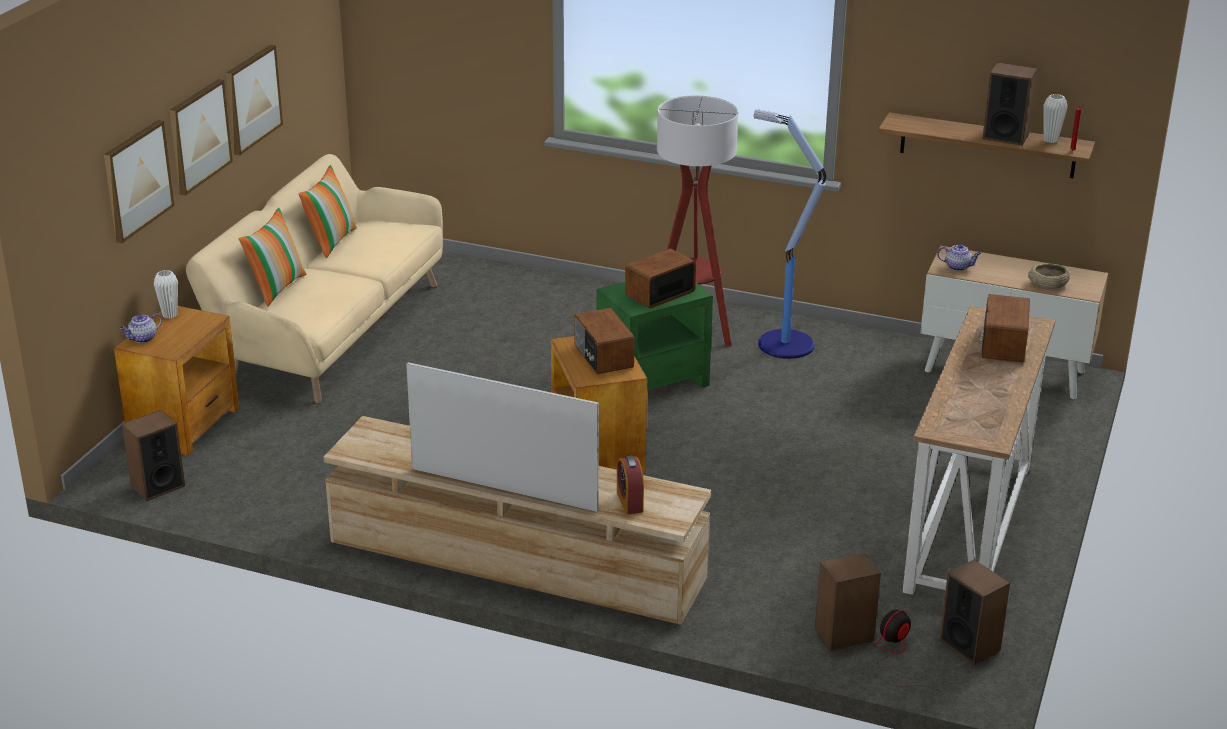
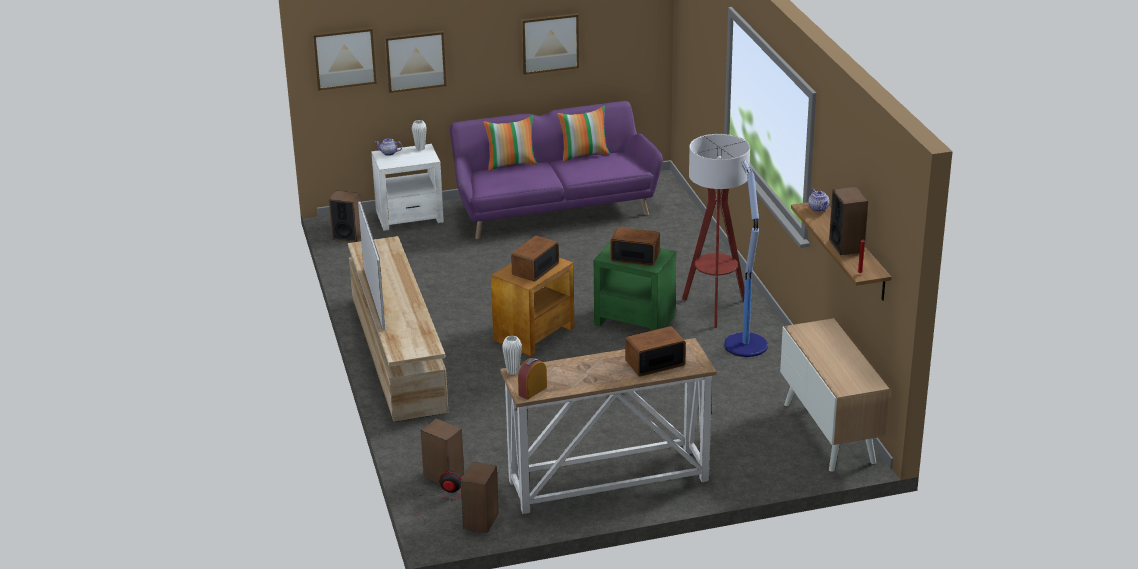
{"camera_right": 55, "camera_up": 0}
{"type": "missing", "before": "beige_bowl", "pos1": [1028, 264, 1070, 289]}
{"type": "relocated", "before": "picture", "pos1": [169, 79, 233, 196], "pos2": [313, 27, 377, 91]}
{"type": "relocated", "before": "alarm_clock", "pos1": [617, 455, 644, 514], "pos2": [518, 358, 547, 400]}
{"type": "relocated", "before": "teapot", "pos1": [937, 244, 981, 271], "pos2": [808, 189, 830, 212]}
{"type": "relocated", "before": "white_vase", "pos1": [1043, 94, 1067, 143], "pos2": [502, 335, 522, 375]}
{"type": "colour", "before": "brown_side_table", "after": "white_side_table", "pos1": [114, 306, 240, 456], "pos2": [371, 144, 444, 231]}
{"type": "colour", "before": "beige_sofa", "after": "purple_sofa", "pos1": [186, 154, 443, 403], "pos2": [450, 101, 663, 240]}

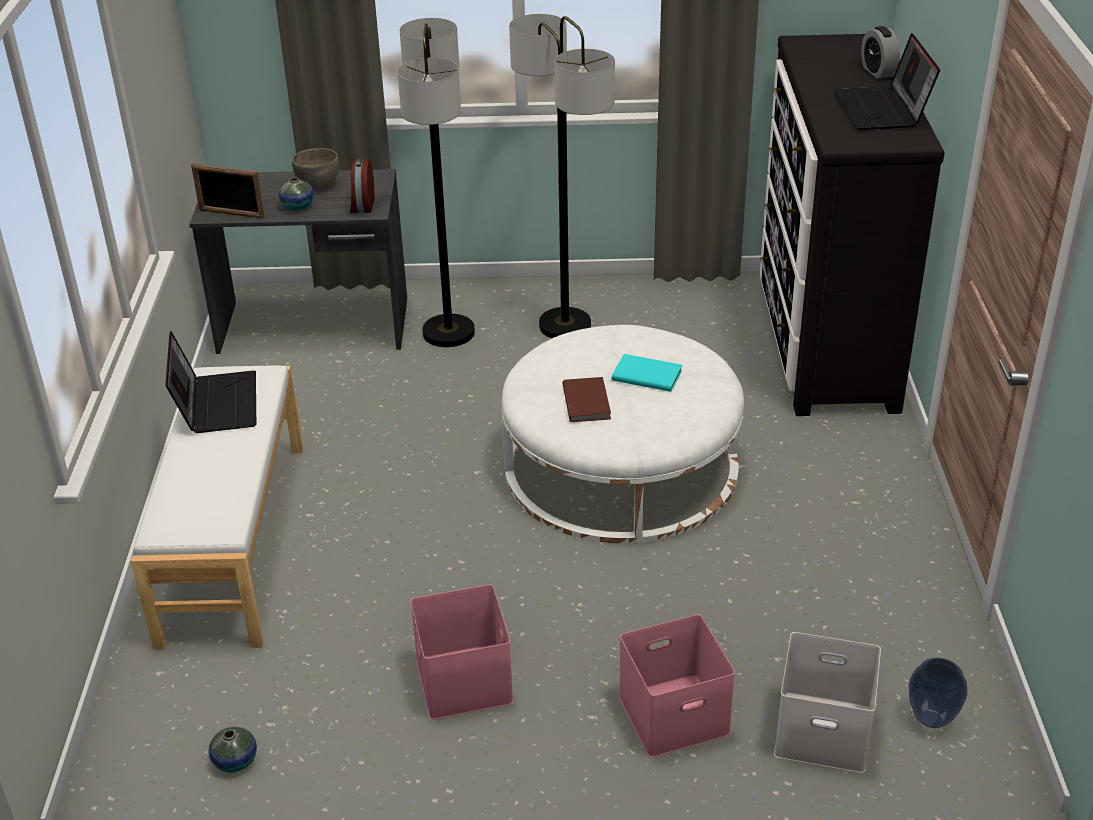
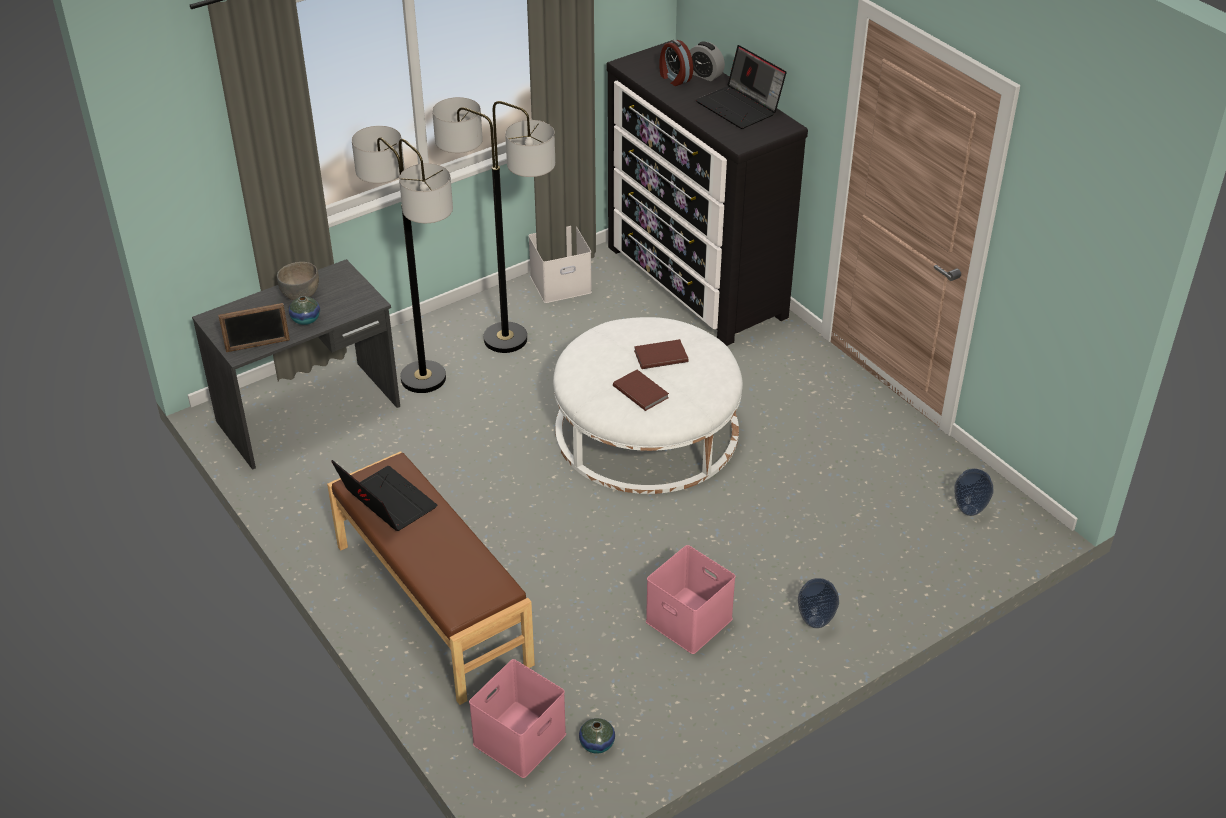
{"camera_right": -35, "camera_up": 5}
{"type": "appeared", "after": "vase", "pos2": [798, 578, 839, 628]}
{"type": "relocated", "before": "alarm_clock", "pos1": [350, 158, 374, 213], "pos2": [659, 40, 693, 86]}
{"type": "relocated", "before": "pink_storage_box", "pos1": [619, 614, 735, 758], "pos2": [469, 659, 566, 778]}
{"type": "relocated", "before": "white_storage_box", "pos1": [774, 632, 881, 773], "pos2": [528, 226, 592, 303]}
{"type": "colour", "before": "white_bench", "after": "brown_bench", "pos1": [131, 366, 303, 650], "pos2": [327, 451, 535, 705]}
{"type": "colour", "before": "turquoise_book", "after": "brown_book", "pos1": [612, 354, 682, 392], "pos2": [634, 339, 688, 369]}

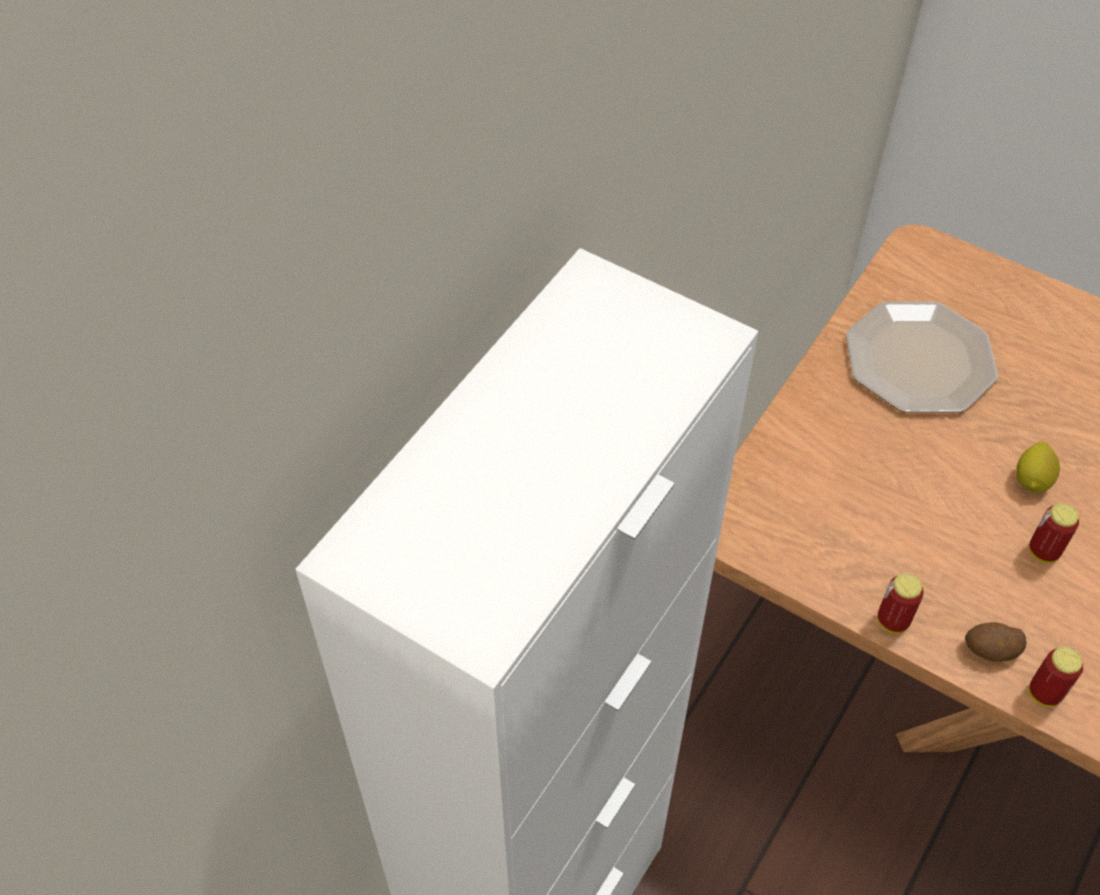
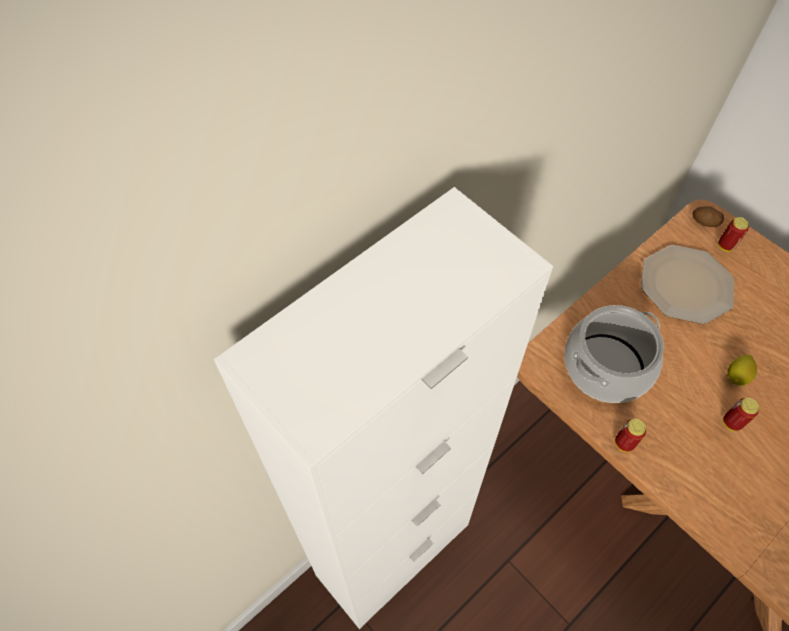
{"camera_right": 15, "camera_up": 5}
{"type": "appeared", "after": "cooking_pot", "pos2": [564, 305, 664, 403]}
{"type": "relocated", "before": "potato", "pos1": [965, 622, 1027, 662], "pos2": [692, 206, 724, 227]}
{"type": "relocated", "before": "can", "pos1": [1029, 646, 1083, 707], "pos2": [718, 217, 749, 252]}

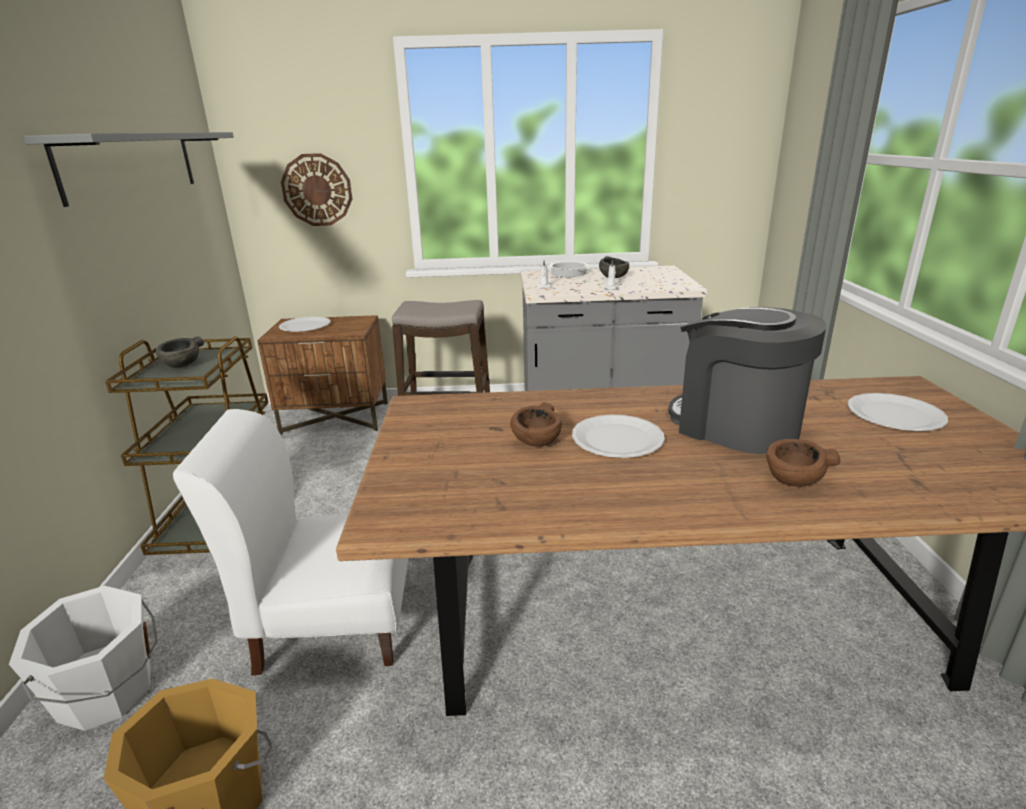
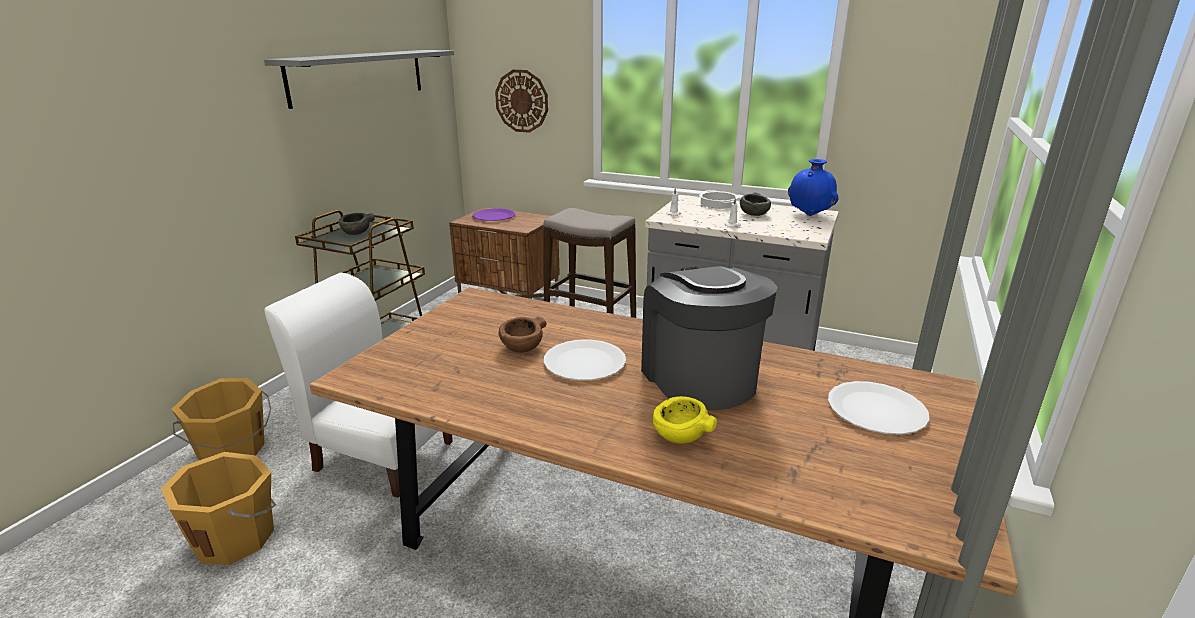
{"camera_right": 25, "camera_up": 0}
{"type": "appeared", "after": "blue_vase", "pos2": [788, 159, 838, 216]}
{"type": "colour", "before": "white_bucket", "after": "orange_bucket", "pos1": [9, 586, 157, 731], "pos2": [172, 378, 271, 460]}
{"type": "colour", "before": "white_plate", "after": "purple_plate", "pos1": [279, 316, 331, 332], "pos2": [472, 208, 515, 221]}
{"type": "colour", "before": "brown_bowl", "after": "yellow_bowl", "pos1": [766, 439, 841, 487], "pos2": [653, 396, 717, 443]}

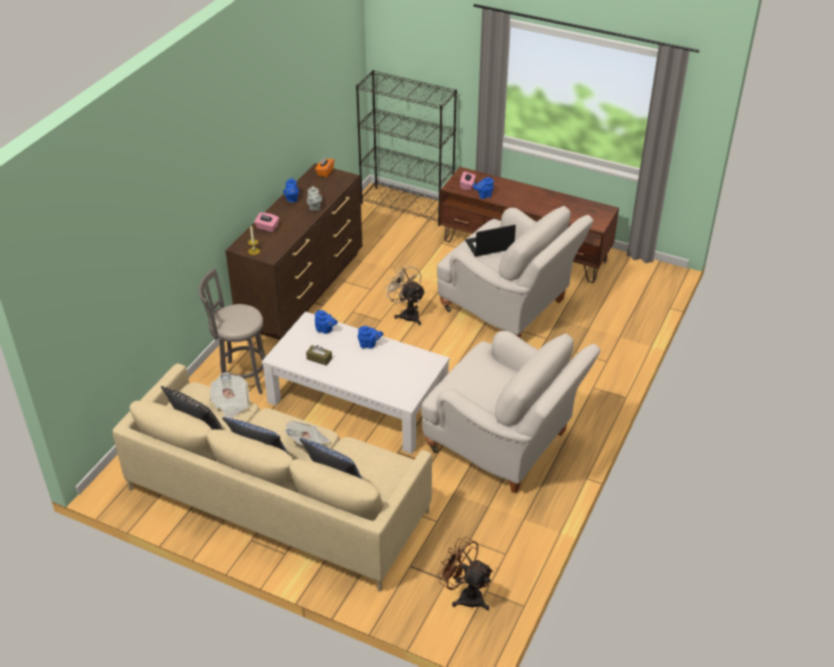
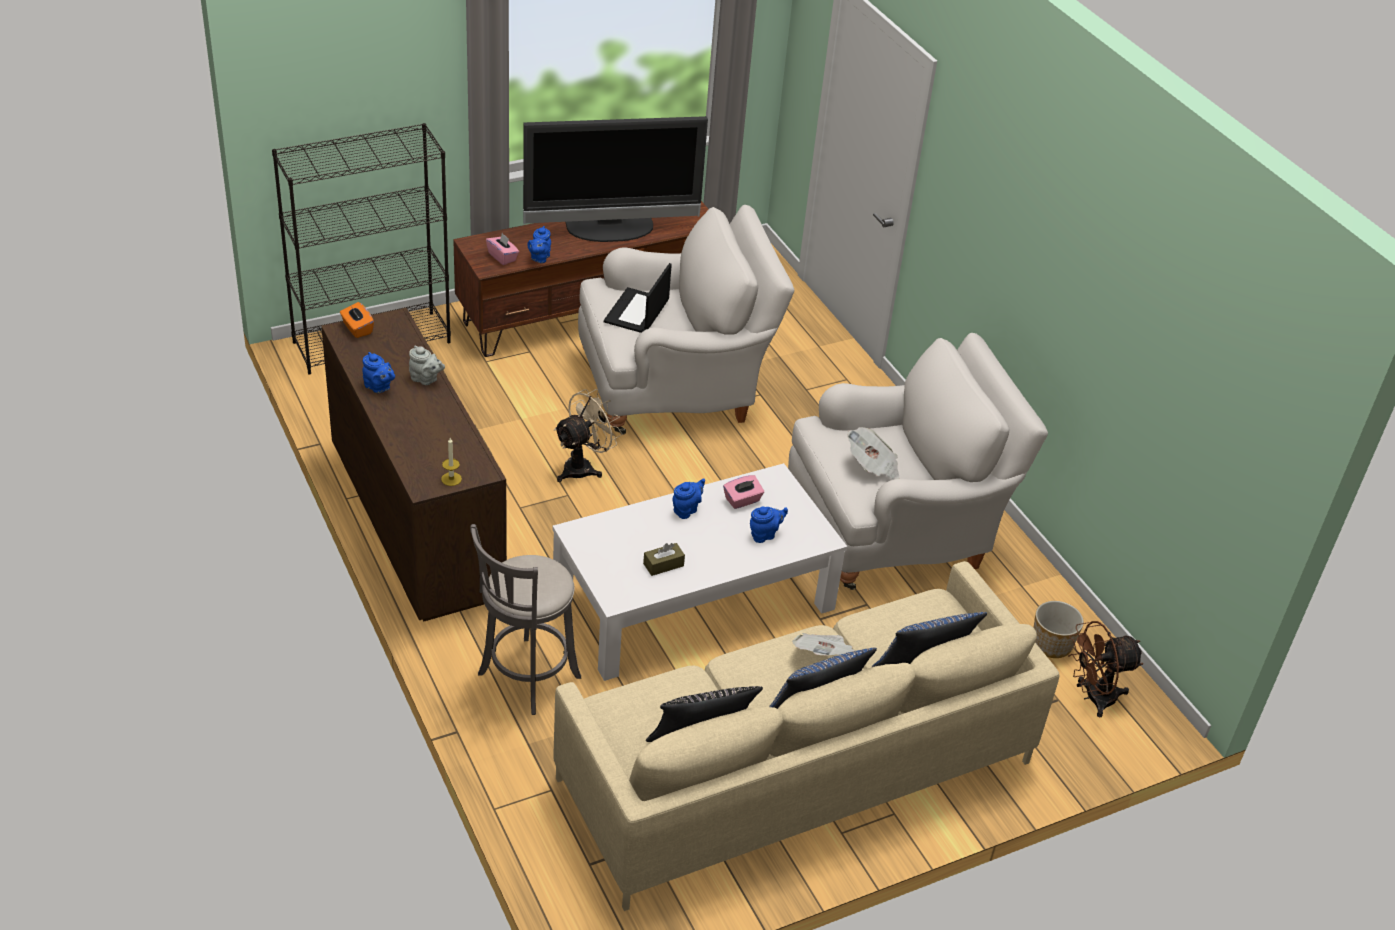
{"camera_right": -55, "camera_up": 0}
{"type": "appeared", "after": "television", "pos2": [523, 116, 708, 242]}
{"type": "appeared", "after": "planter", "pos2": [1033, 601, 1084, 658]}
{"type": "relocated", "before": "newspaper", "pos1": [210, 372, 250, 418], "pos2": [847, 427, 899, 479]}
{"type": "relocated", "before": "pink_tissue_box", "pos1": [254, 212, 279, 232], "pos2": [723, 475, 764, 509]}
{"type": "relocated", "before": "blue_teapot", "pos1": [315, 310, 338, 334], "pos2": [750, 507, 788, 543]}
{"type": "spun", "before": "beige_fan", "pos1": [383, 263, 425, 325], "pos2": [554, 389, 622, 482], "turn": 135}

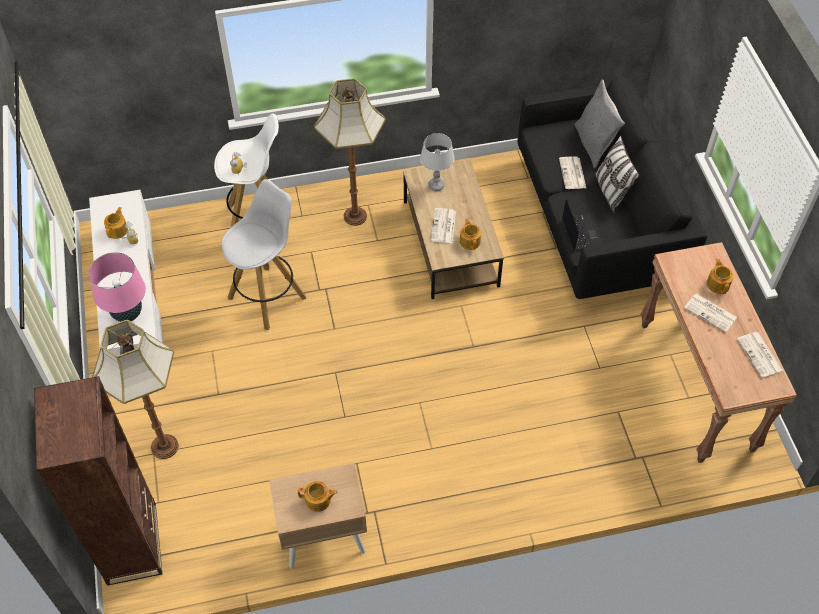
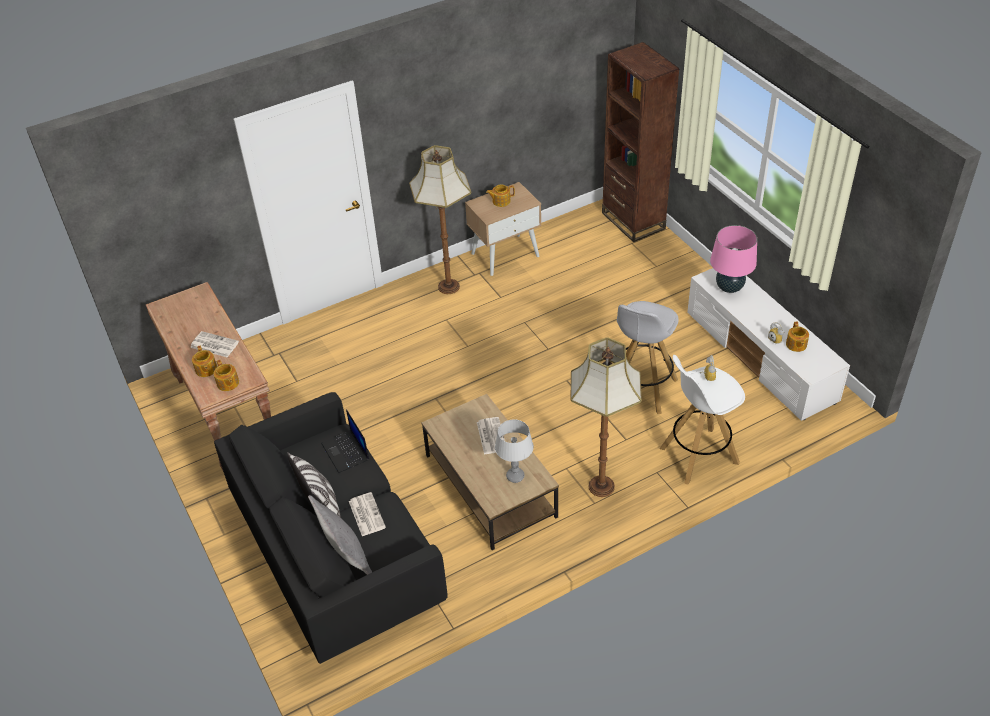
{"camera_right": 165, "camera_up": -10}
{"type": "missing", "before": "newspaper", "pos1": [737, 332, 783, 378]}
{"type": "relocated", "before": "floor_lamp", "pos1": [92, 320, 179, 459], "pos2": [409, 145, 471, 294]}
{"type": "relocated", "before": "teapot", "pos1": [460, 218, 481, 250], "pos2": [214, 360, 239, 391]}

